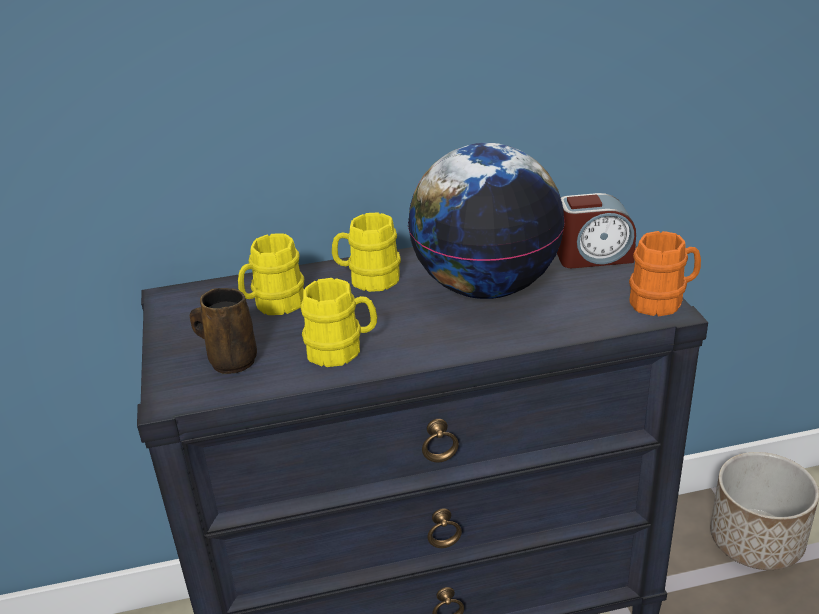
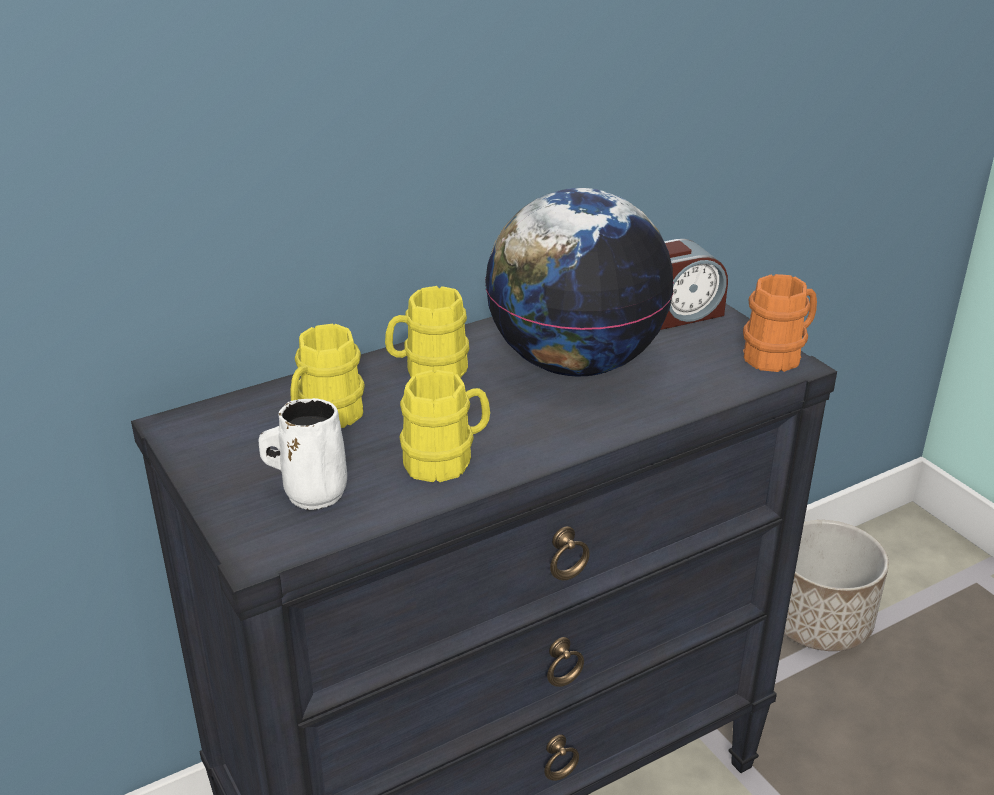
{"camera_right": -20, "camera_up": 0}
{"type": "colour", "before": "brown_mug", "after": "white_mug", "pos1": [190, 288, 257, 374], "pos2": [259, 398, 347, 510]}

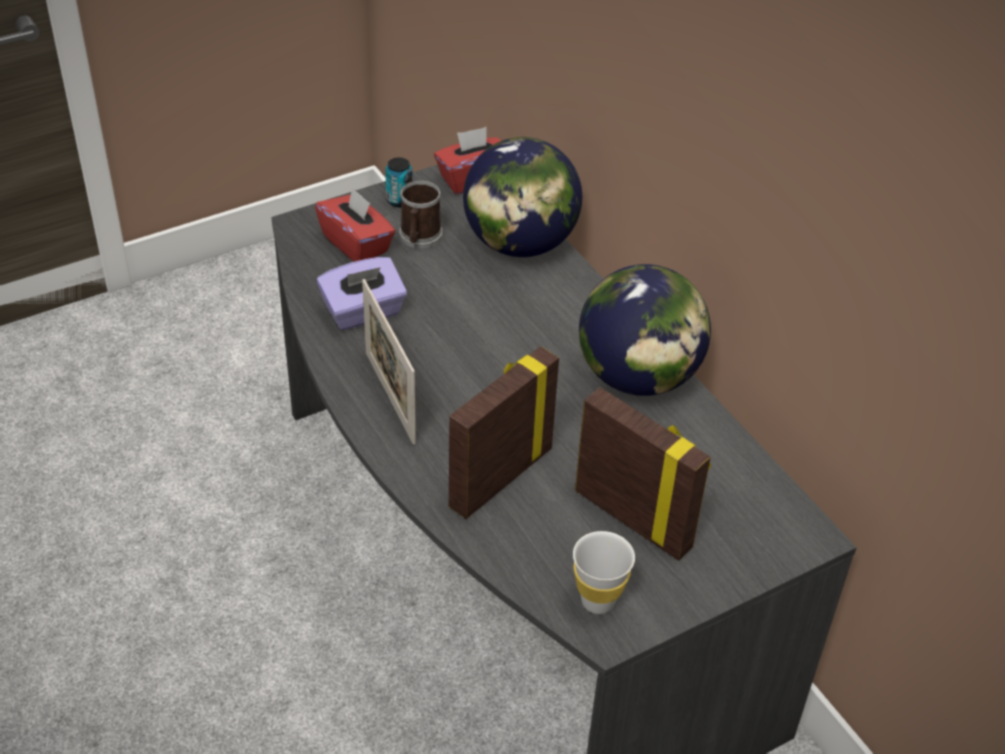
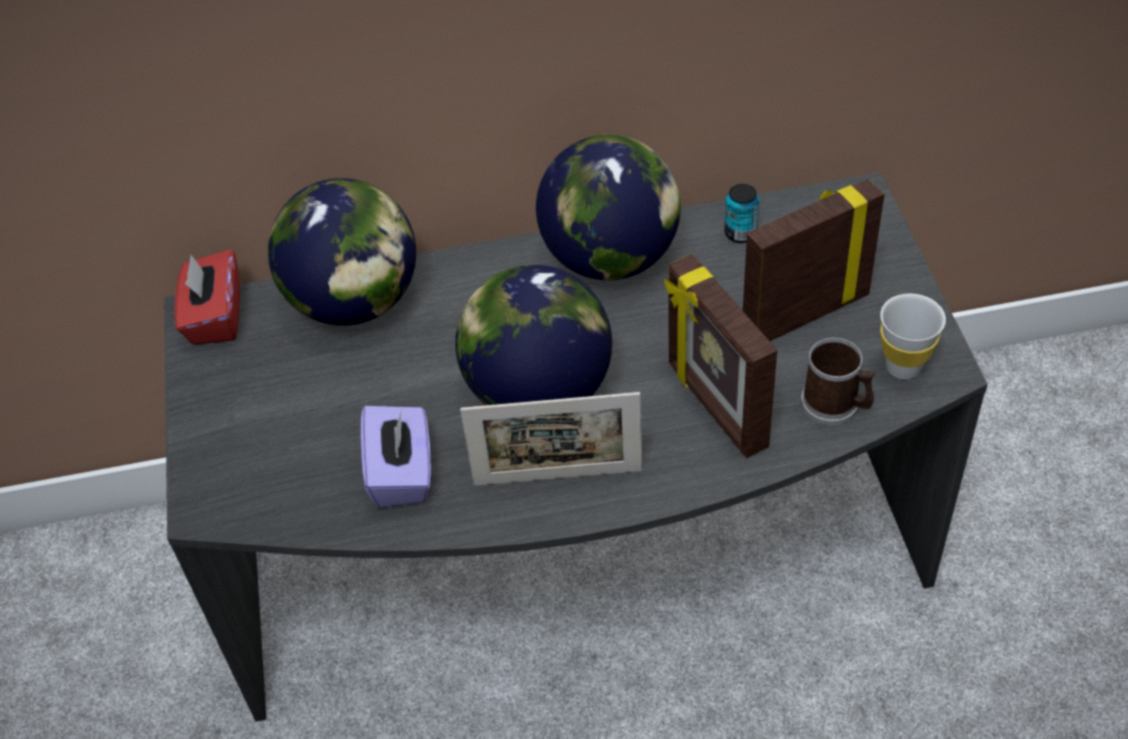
{"camera_right": -65, "camera_up": 5}
{"type": "missing", "before": "red_tissue_box", "pos1": [315, 187, 396, 262]}
{"type": "appeared", "after": "globe", "pos2": [455, 265, 612, 405]}
{"type": "relocated", "before": "can", "pos1": [385, 157, 413, 207], "pos2": [725, 184, 759, 243]}
{"type": "relocated", "before": "mug", "pos1": [399, 181, 443, 249], "pos2": [801, 338, 875, 426]}

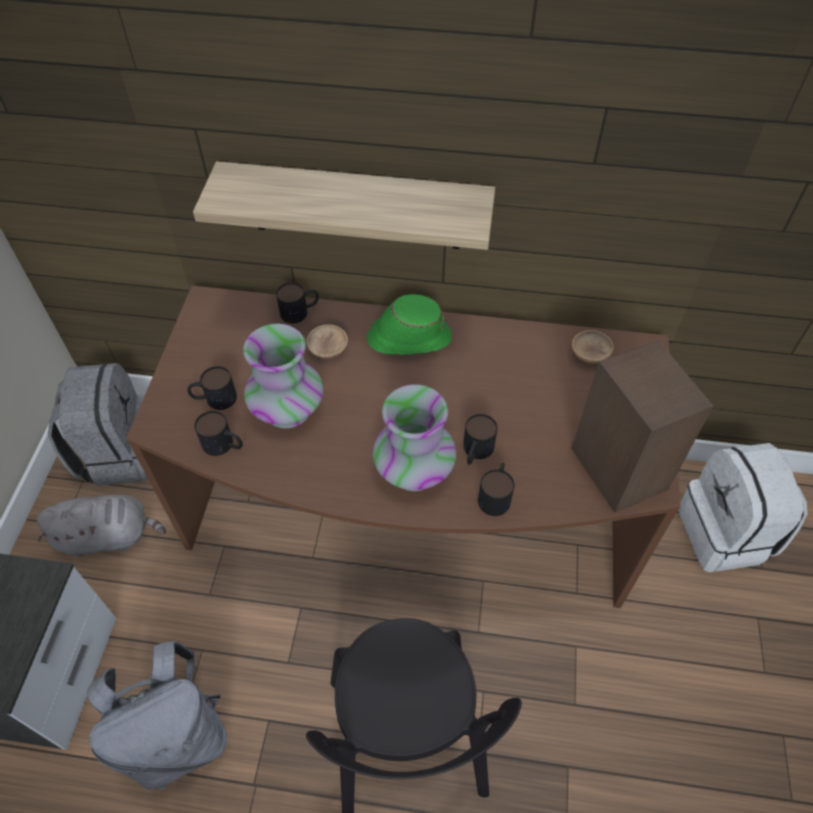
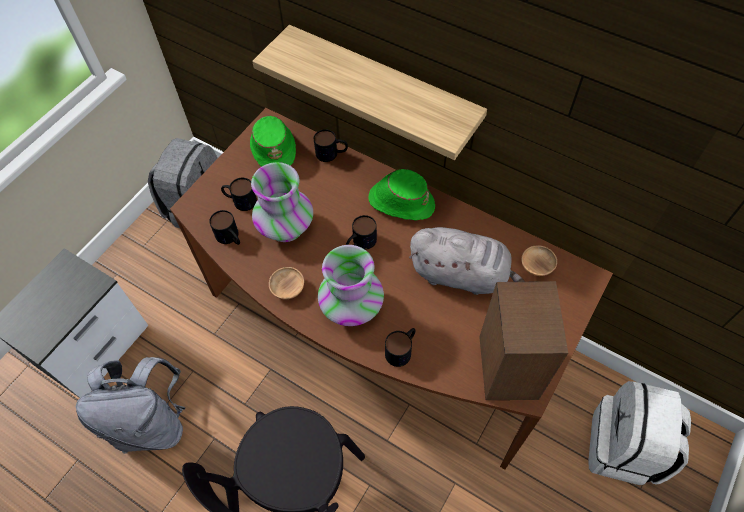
{"camera_right": 25, "camera_up": 5}
{"type": "appeared", "after": "green_hat", "pos2": [250, 116, 296, 167]}
{"type": "relocated", "before": "grey_plush_toy", "pos1": [36, 495, 166, 557], "pos2": [409, 227, 525, 295]}
{"type": "relocated", "before": "brown_bowl", "pos1": [307, 324, 348, 358], "pos2": [269, 267, 304, 300]}
{"type": "relocated", "before": "mug", "pos1": [463, 414, 497, 465], "pos2": [346, 215, 377, 250]}

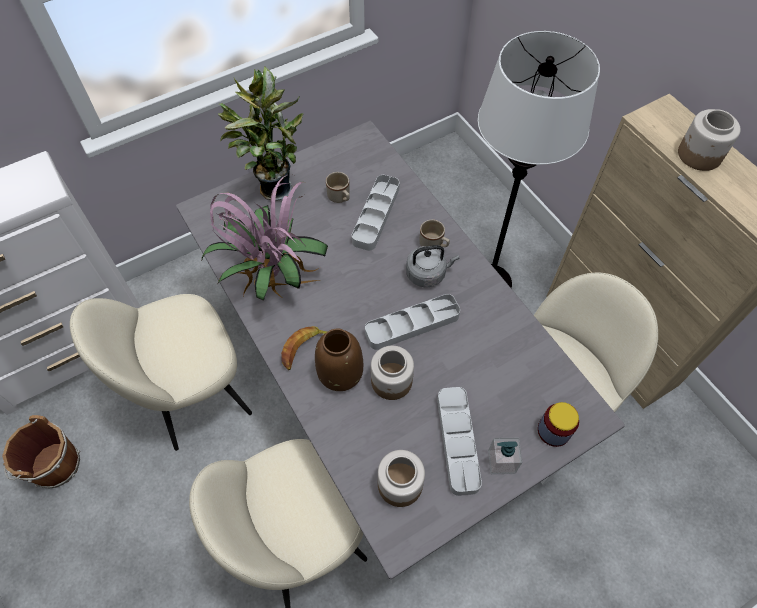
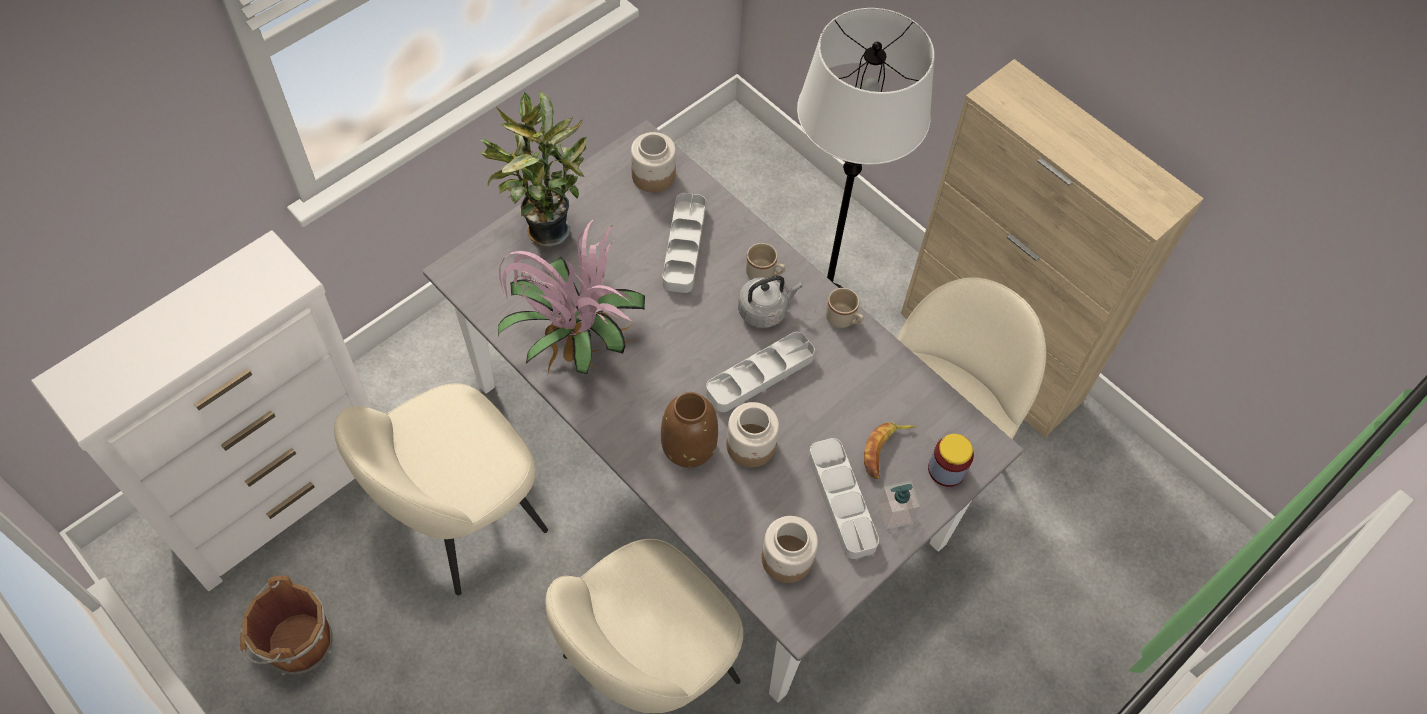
{"camera_right": -15, "camera_up": 0}
{"type": "relocated", "before": "banana", "pos1": [281, 326, 327, 370], "pos2": [864, 422, 915, 480]}
{"type": "relocated", "before": "beige_mug", "pos1": [326, 172, 350, 203], "pos2": [826, 288, 864, 328]}
{"type": "relocated", "before": "jar", "pos1": [678, 109, 741, 171], "pos2": [631, 132, 676, 193]}

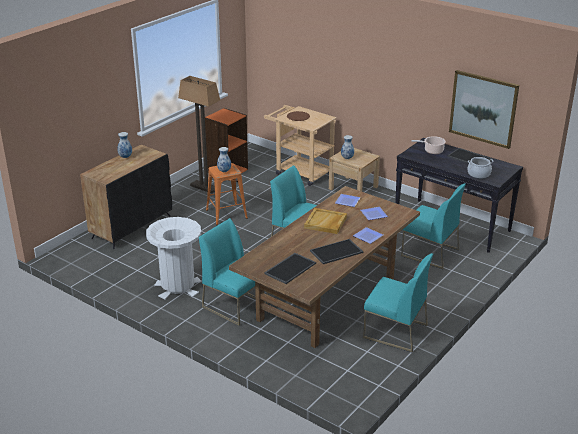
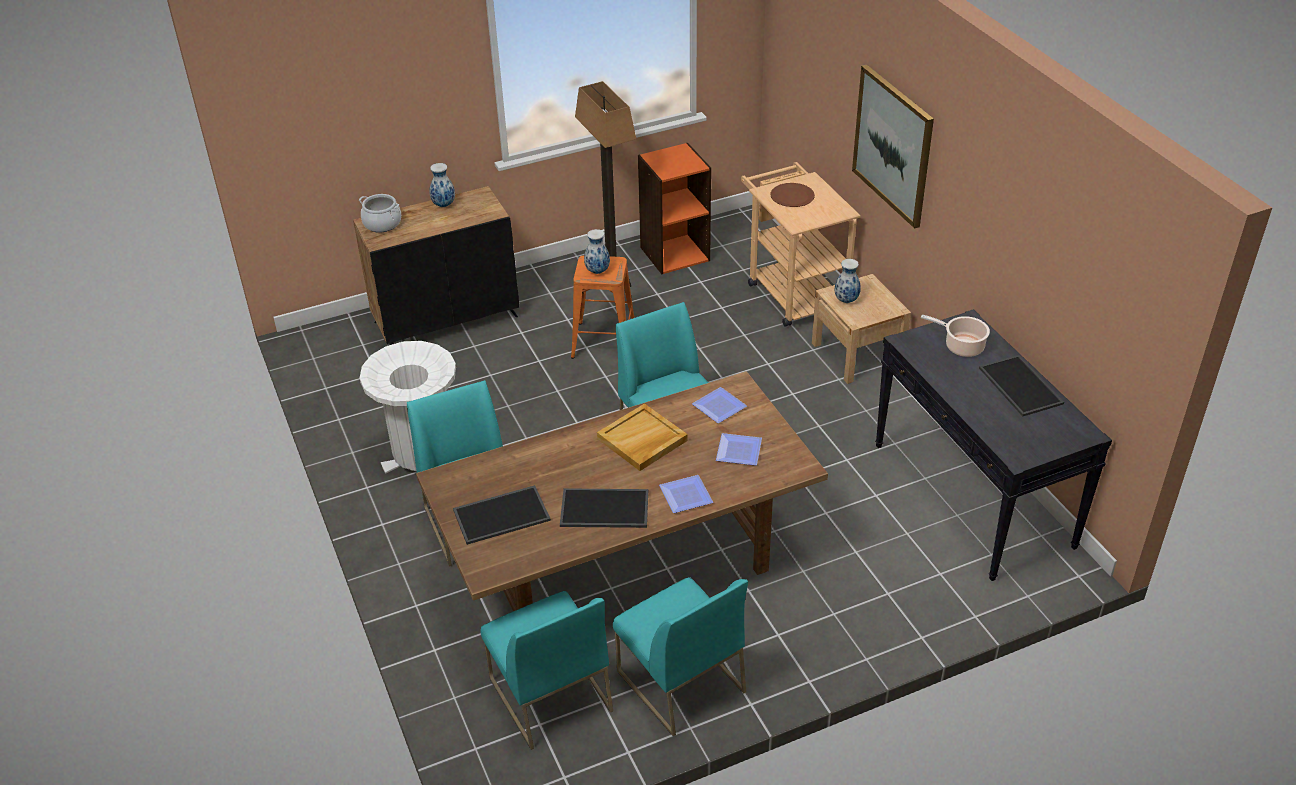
{"camera_right": 30, "camera_up": 10}
{"type": "relocated", "before": "turquoise_chair", "pos1": [401, 184, 466, 269], "pos2": [480, 591, 613, 750]}
{"type": "relocated", "before": "picture", "pos1": [449, 70, 519, 149], "pos2": [852, 65, 934, 229]}
{"type": "relocated", "before": "cooking_pot", "pos1": [467, 157, 494, 179], "pos2": [359, 194, 401, 232]}

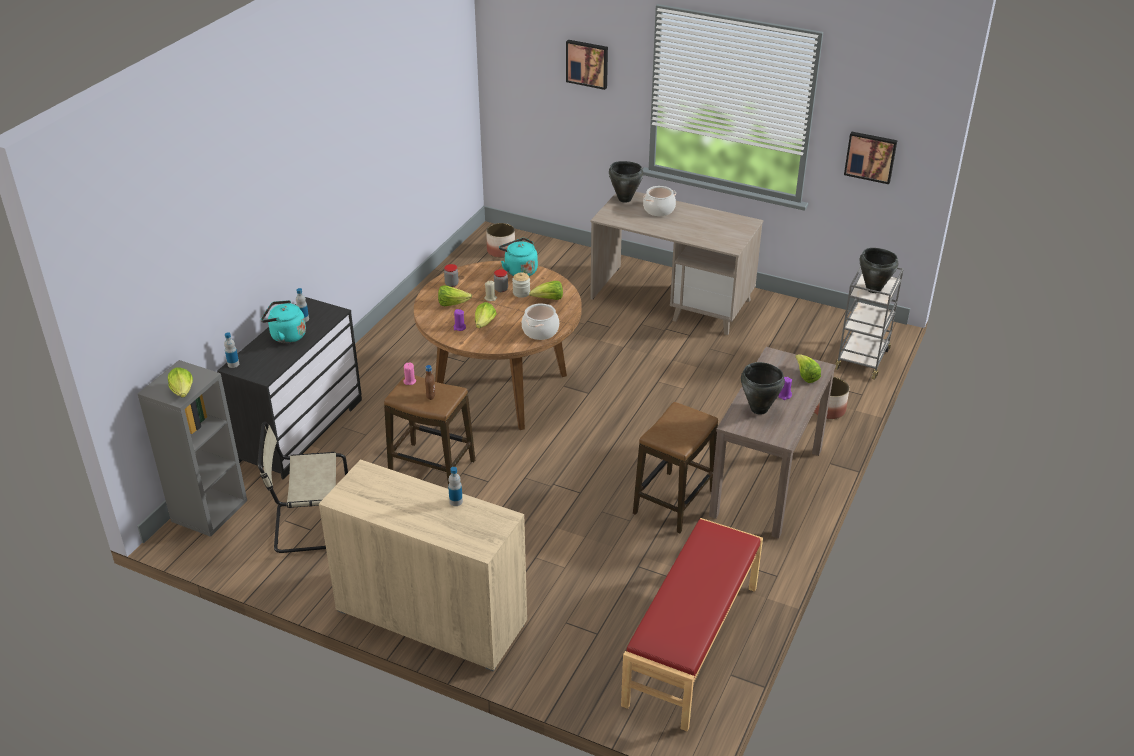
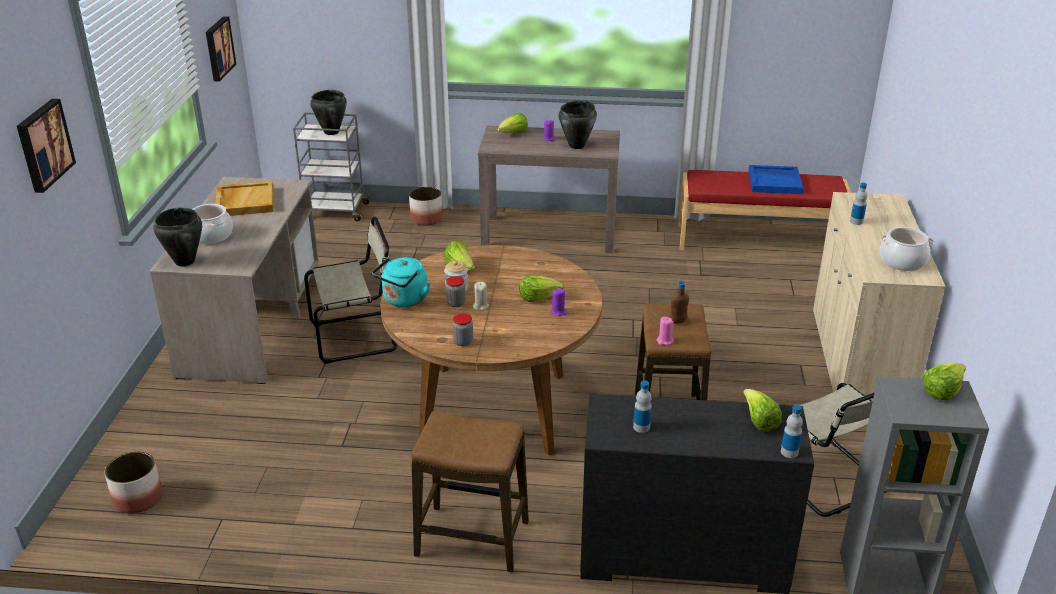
{"camera_right": -110, "camera_up": -5}
{"type": "missing", "before": "turquoise_kettle", "pos1": [261, 300, 306, 343]}
{"type": "appeared", "after": "beige_tray", "pos2": [215, 181, 274, 216]}
{"type": "appeared", "after": "beige_chair", "pos2": [304, 217, 397, 364]}
{"type": "appeared", "after": "blue_tray", "pos2": [748, 165, 803, 194]}
{"type": "relocated", "before": "lettuce", "pos1": [438, 285, 472, 306], "pos2": [743, 389, 782, 432]}
{"type": "relocated", "before": "cooking_pot", "pos1": [522, 304, 559, 340], "pos2": [880, 227, 934, 271]}
{"type": "relocated", "before": "stool", "pos1": [633, 402, 718, 534], "pos2": [411, 411, 529, 572]}

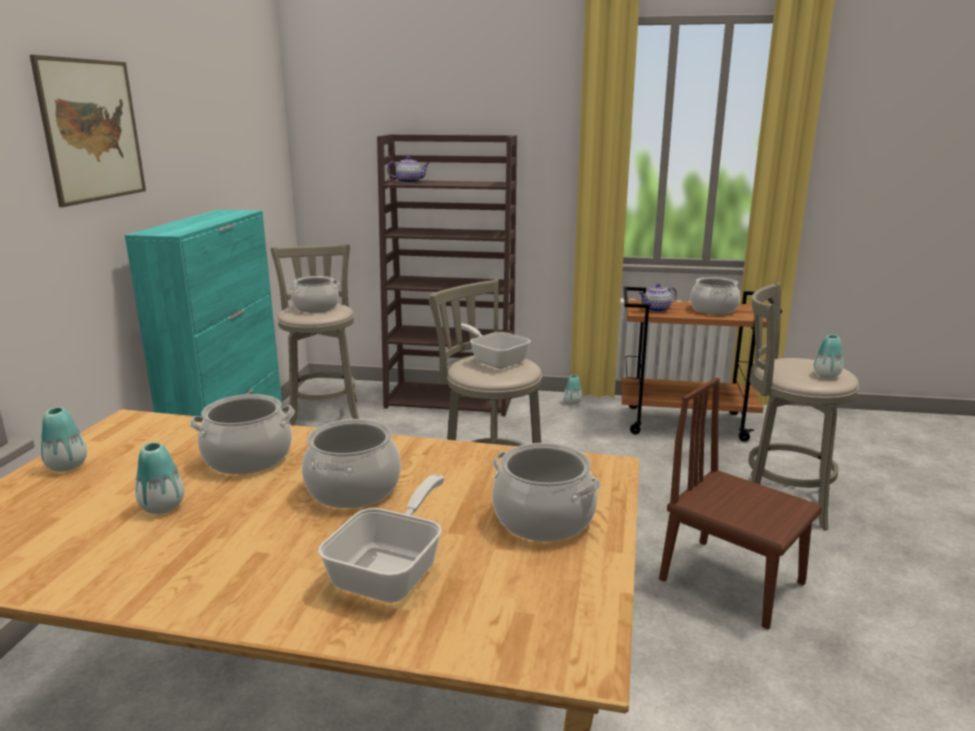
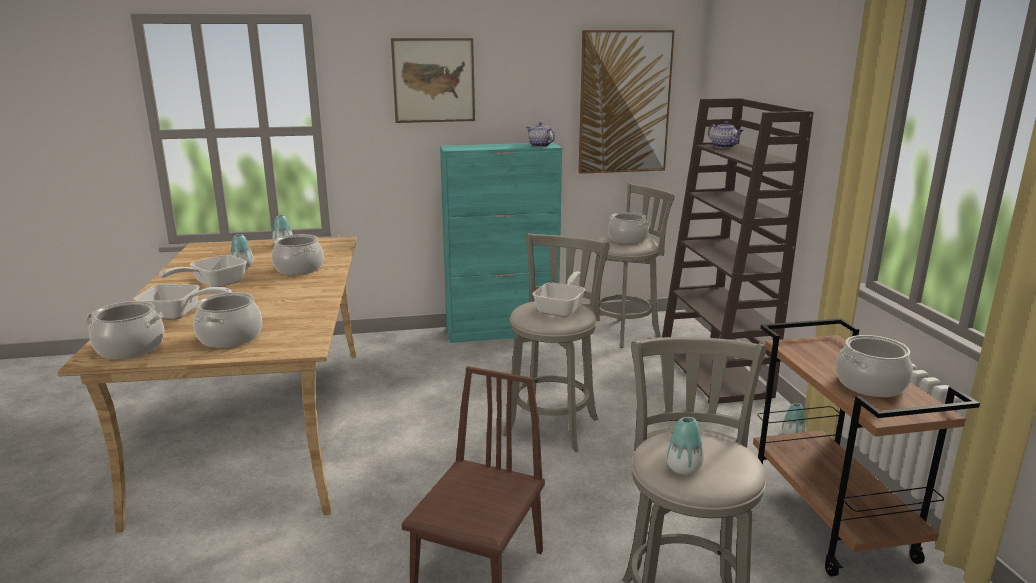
{"camera_right": 70, "camera_up": 0}
{"type": "appeared", "after": "frying_pan", "pos2": [160, 255, 247, 287]}
{"type": "appeared", "after": "picture", "pos2": [578, 30, 675, 174]}
{"type": "relocated", "before": "cooking_pot", "pos1": [302, 419, 401, 508], "pos2": [85, 301, 164, 359]}
{"type": "relocated", "before": "teapot", "pos1": [639, 283, 677, 312], "pos2": [526, 122, 555, 147]}

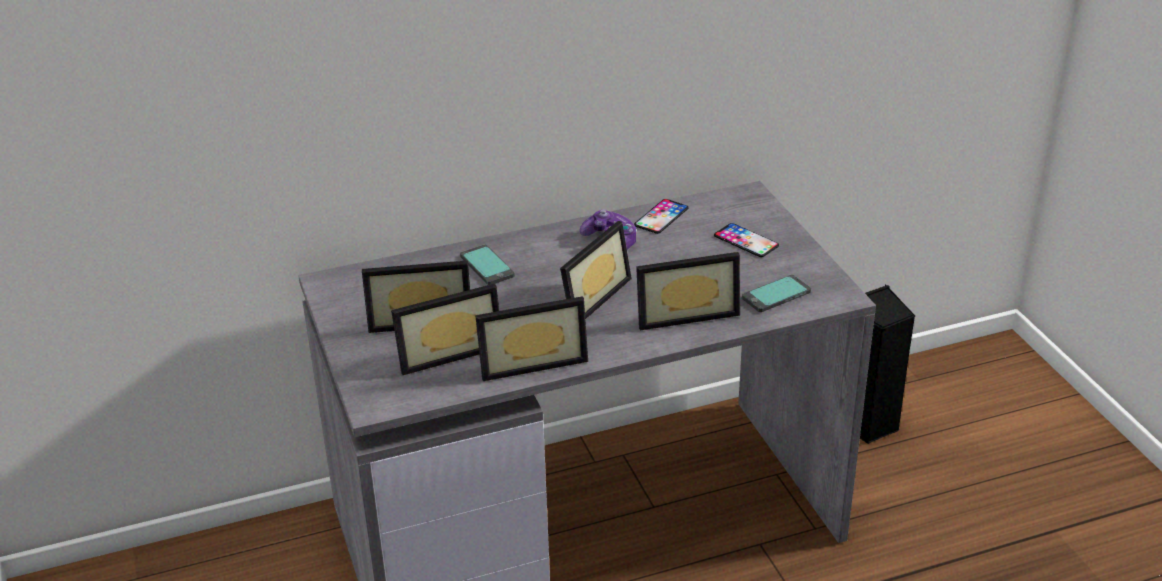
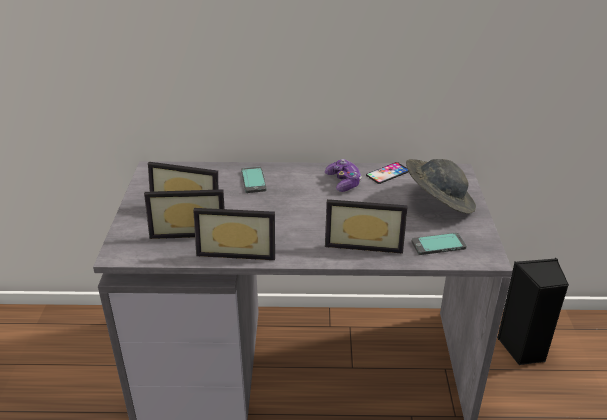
{"camera_right": 20, "camera_up": 0}
{"type": "missing", "before": "picture_frame", "pos1": [560, 221, 632, 319]}
{"type": "exchanged", "before": "phone", "after": "grey_hat", "pos1": [714, 223, 779, 257], "pos2": [406, 159, 476, 214]}

